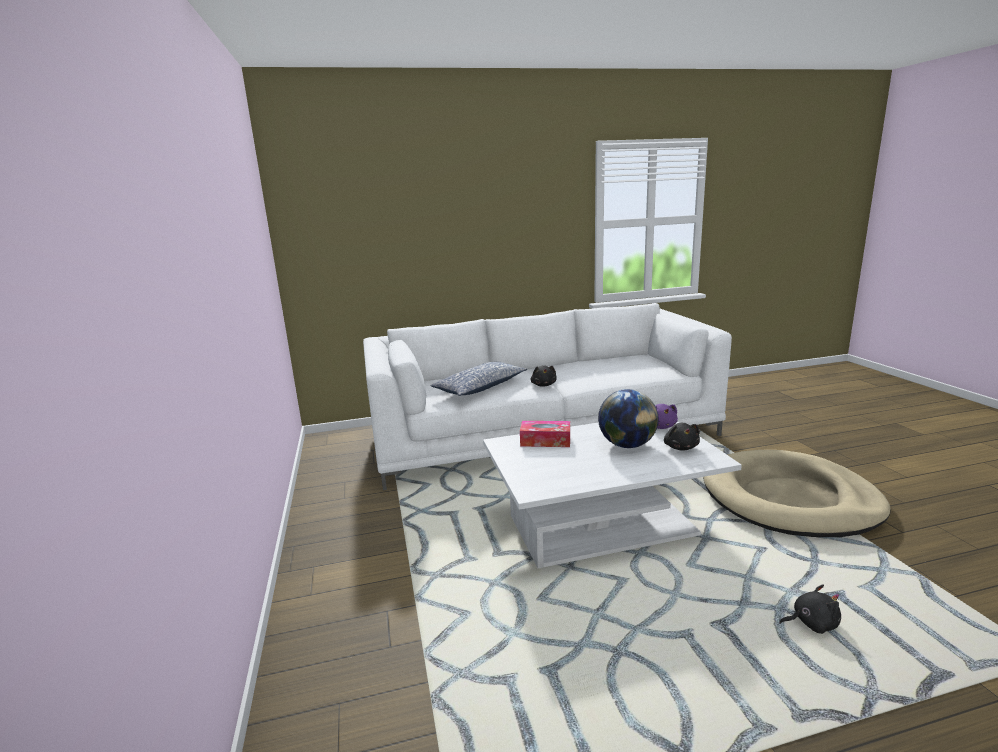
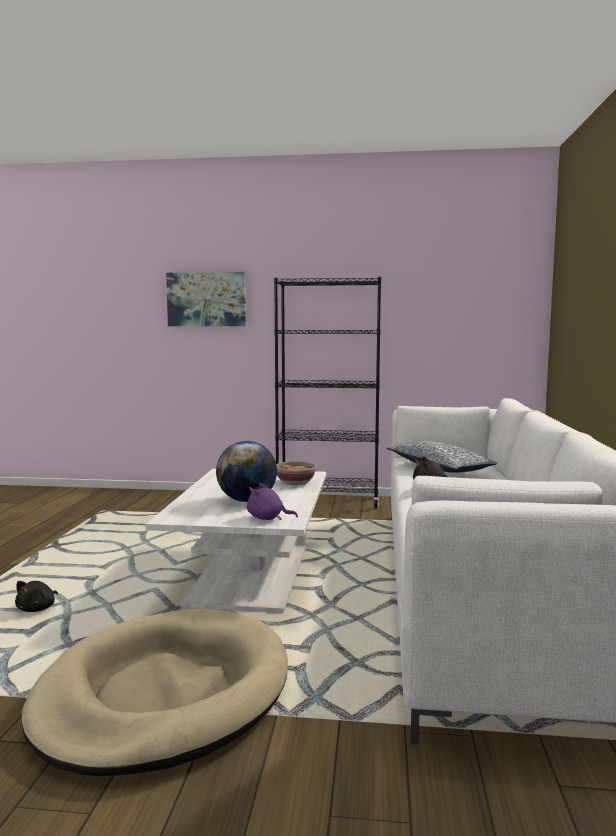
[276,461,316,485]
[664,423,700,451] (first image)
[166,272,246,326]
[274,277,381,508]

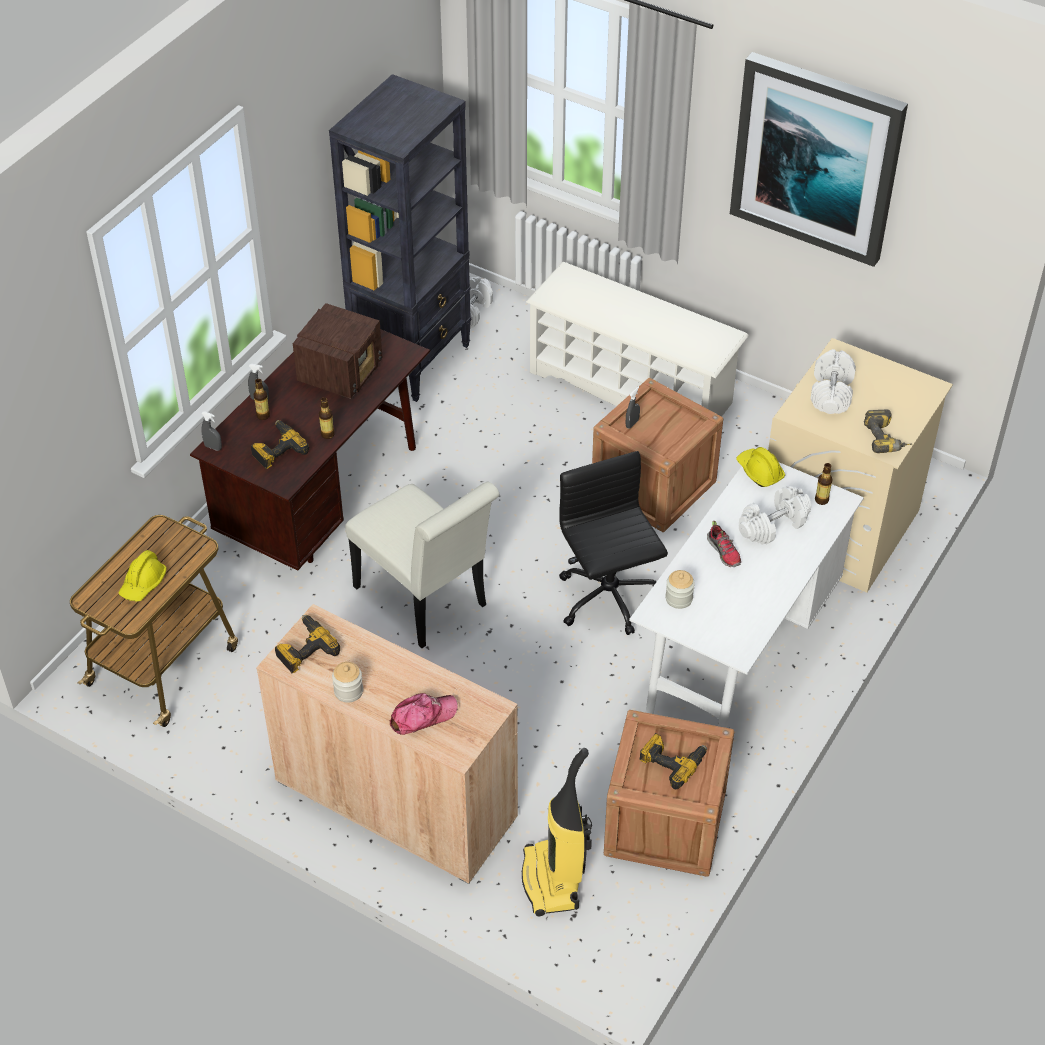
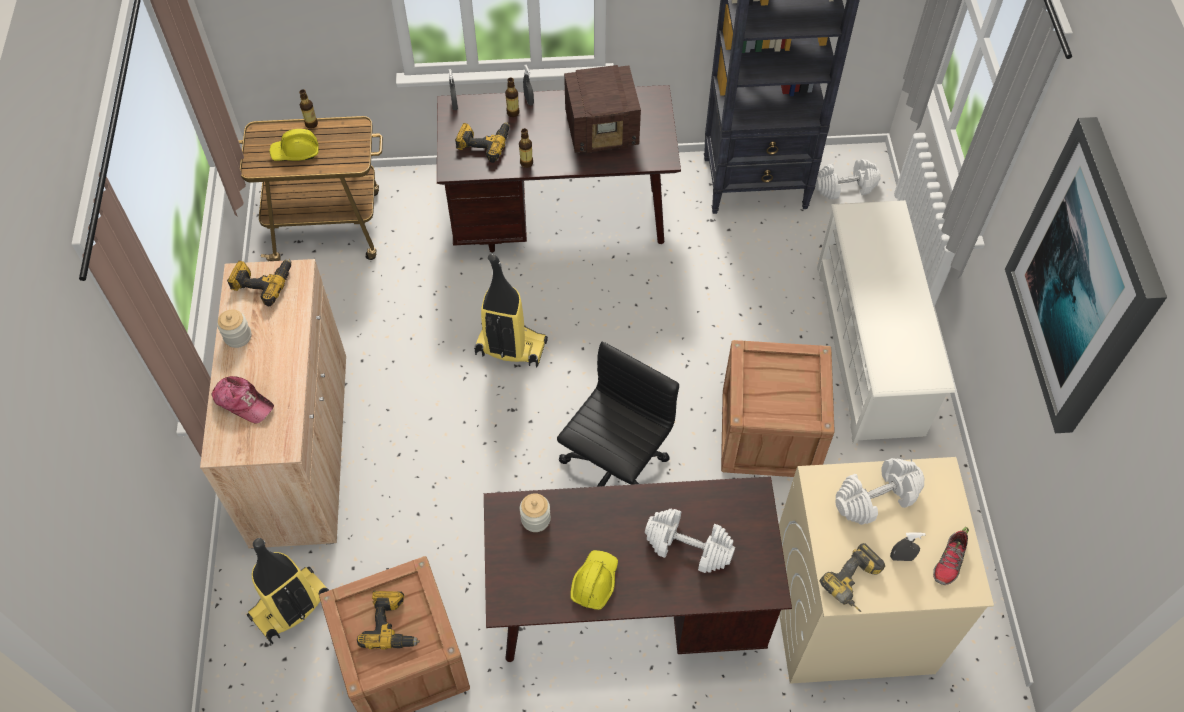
[890,532,926,561]
[570,550,618,610]
[484,476,792,662]
[299,89,318,129]
[474,254,548,367]
[933,527,969,585]

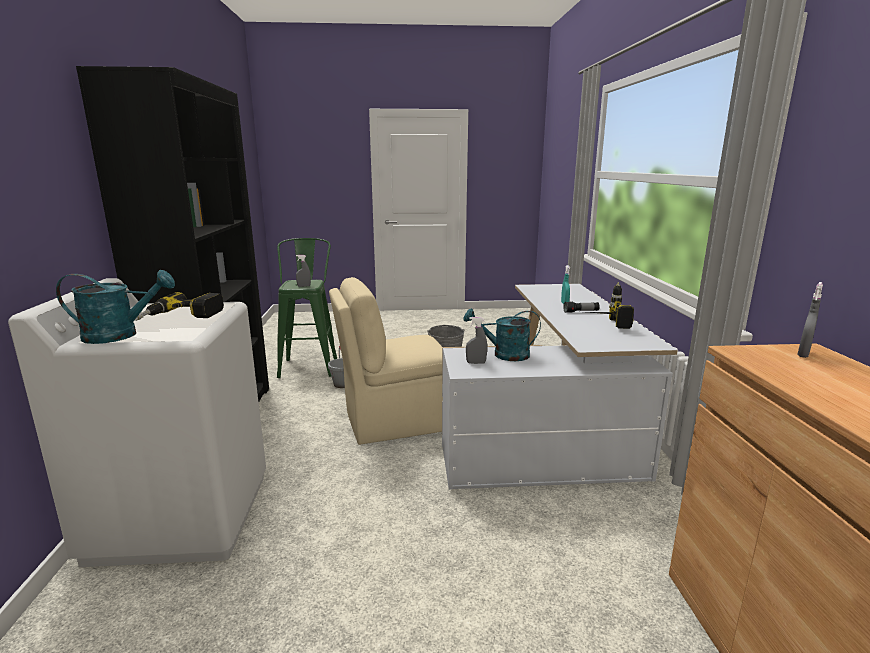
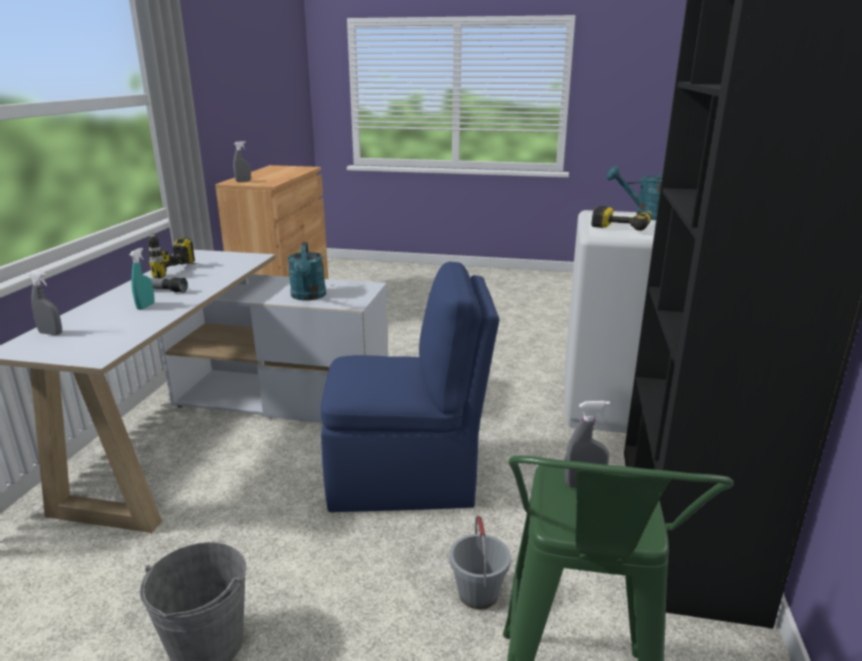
[321,262,500,513]
[287,242,326,301]
[28,271,62,335]

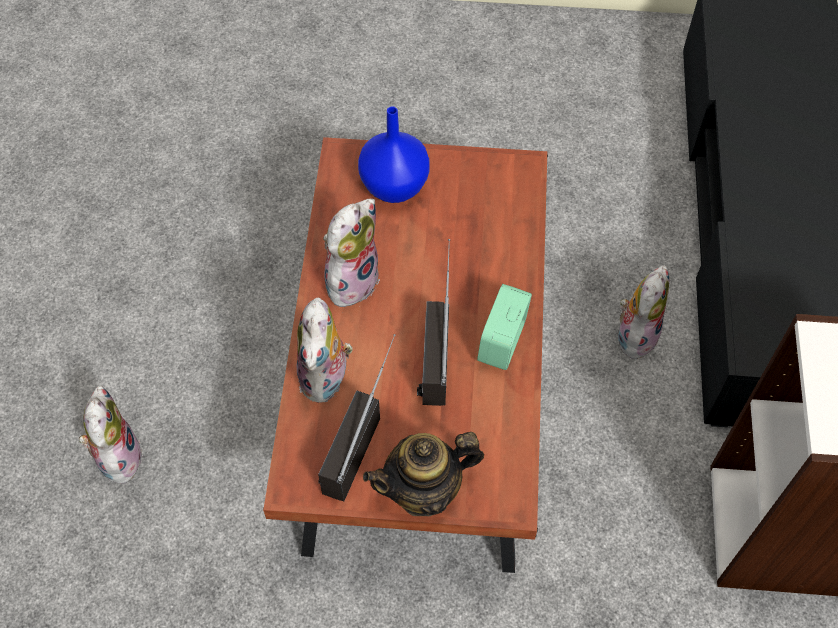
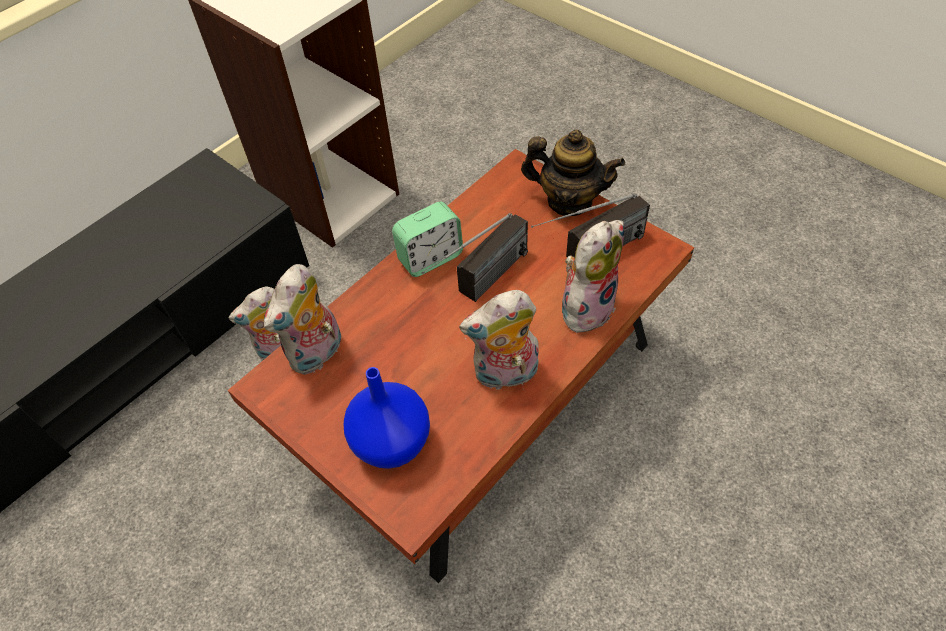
[264,264,341,375]

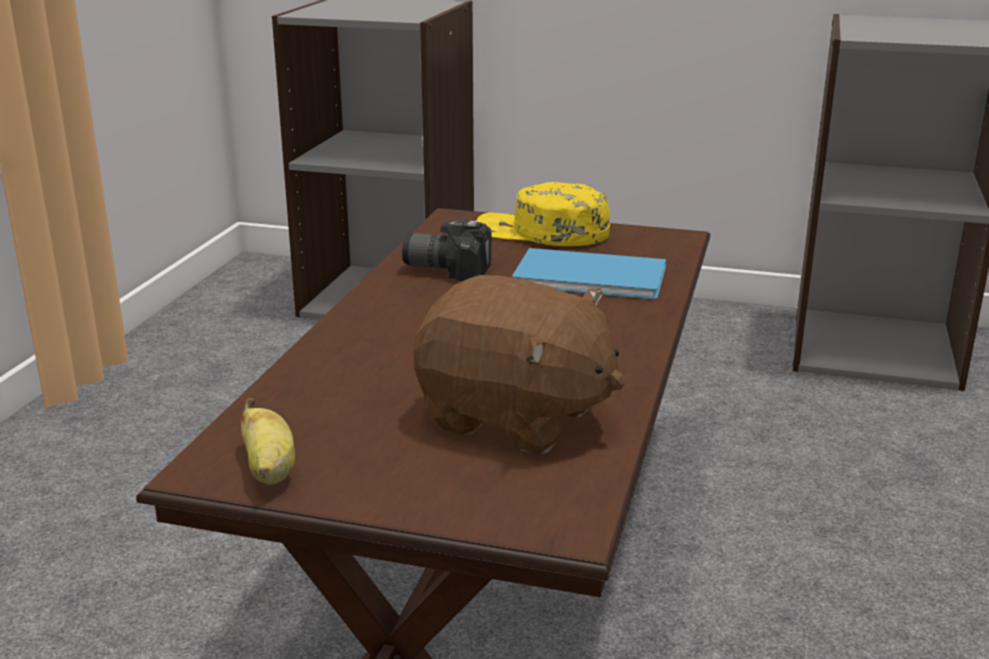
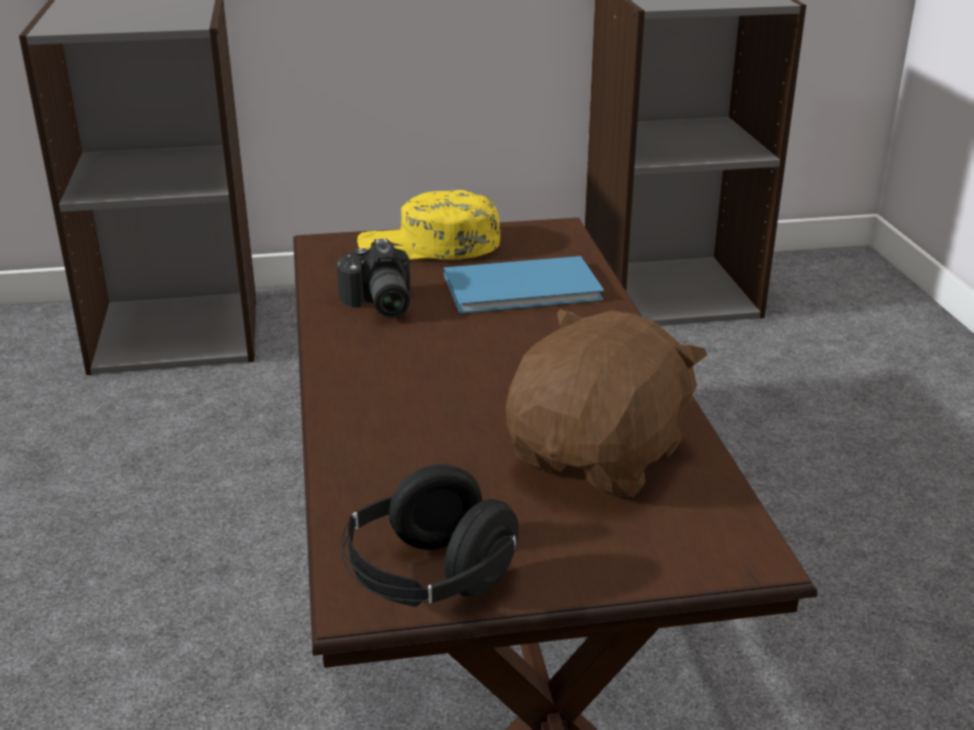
[337,239,411,318]
[506,309,707,497]
[341,464,519,607]

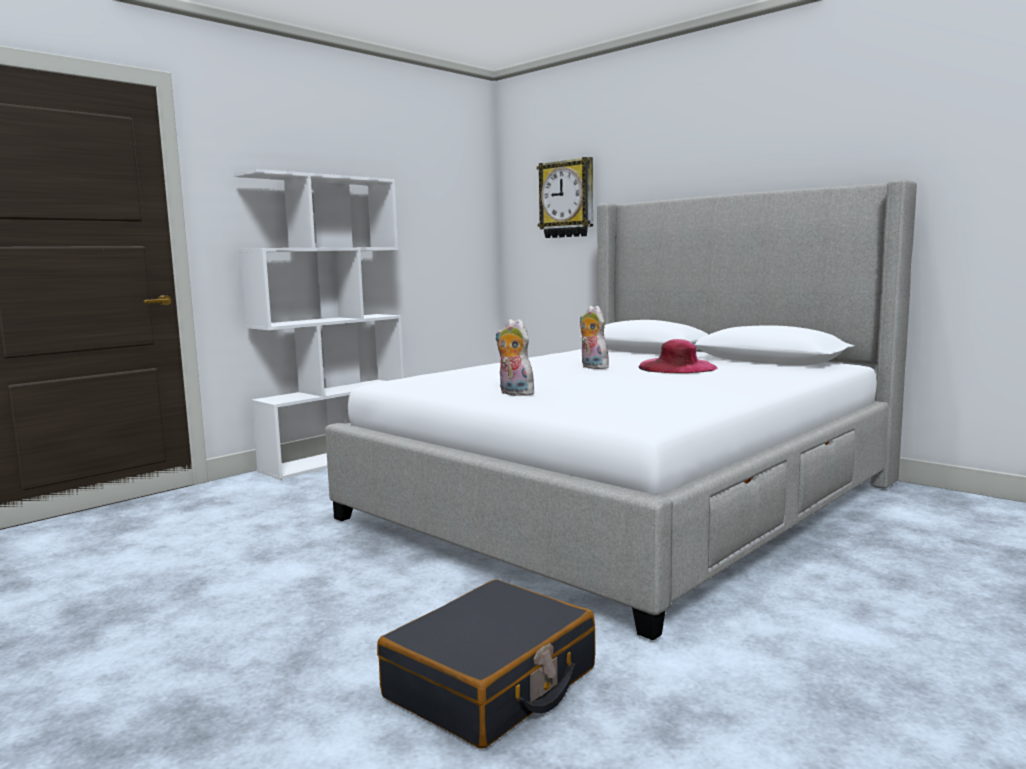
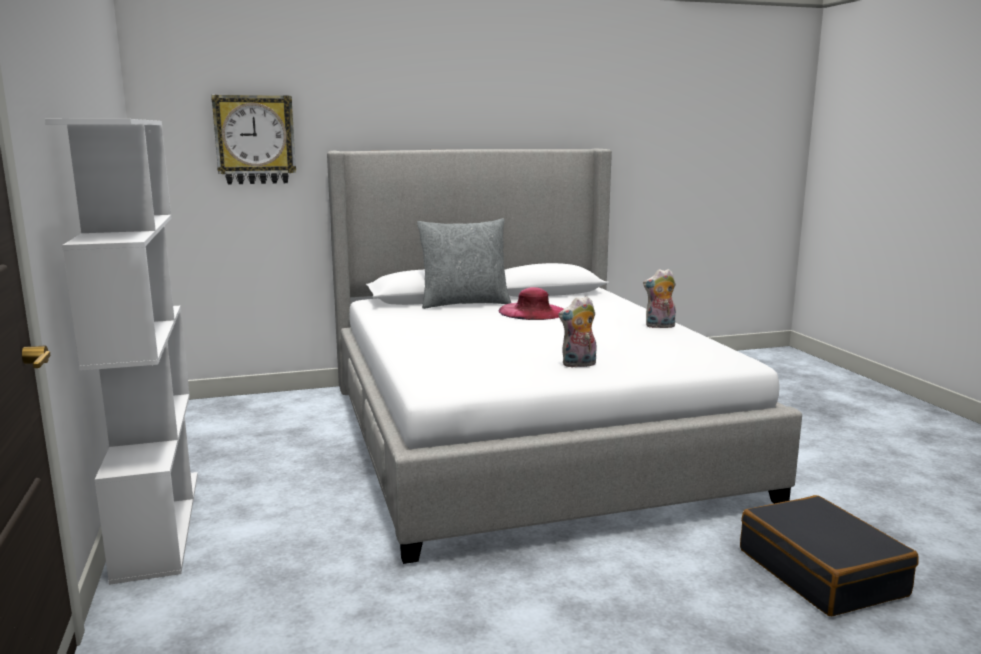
[643,269,676,328]
[417,218,511,309]

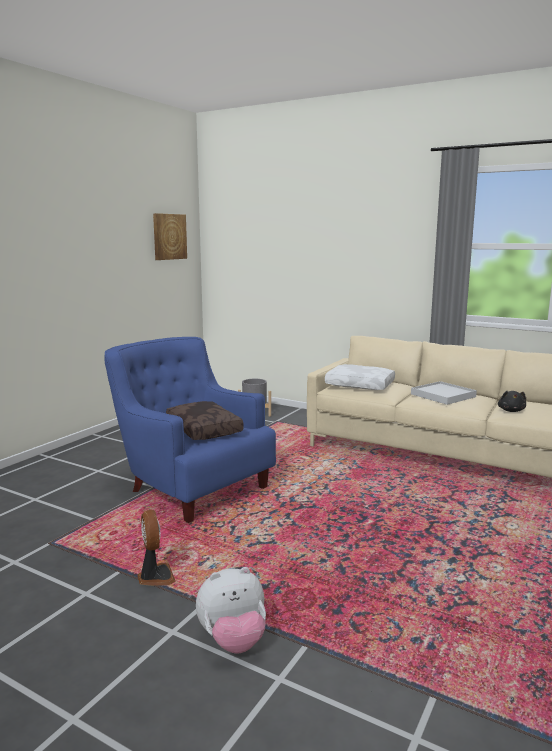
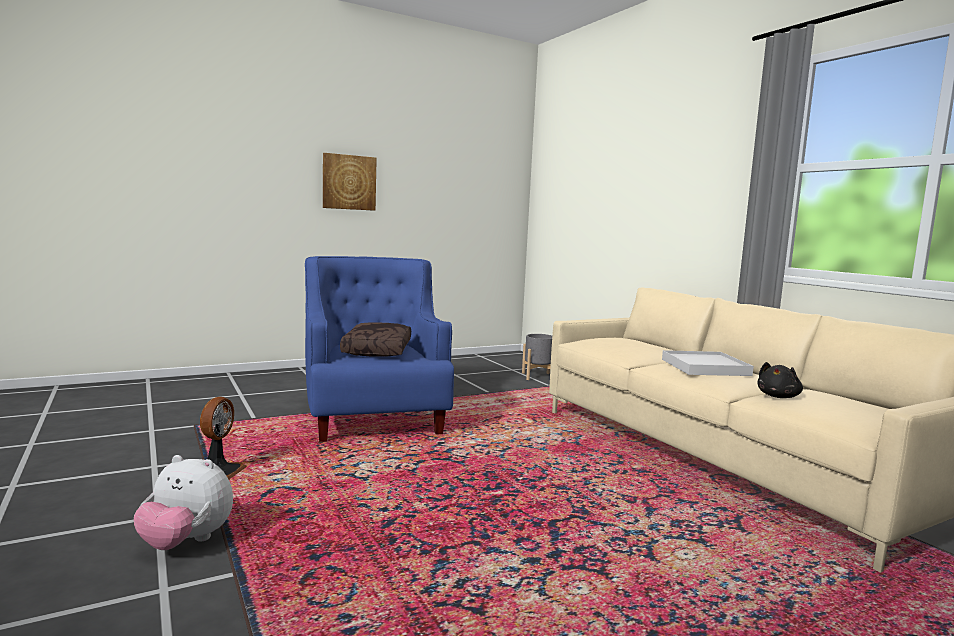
[323,153,377,211]
[325,364,395,390] (first image)

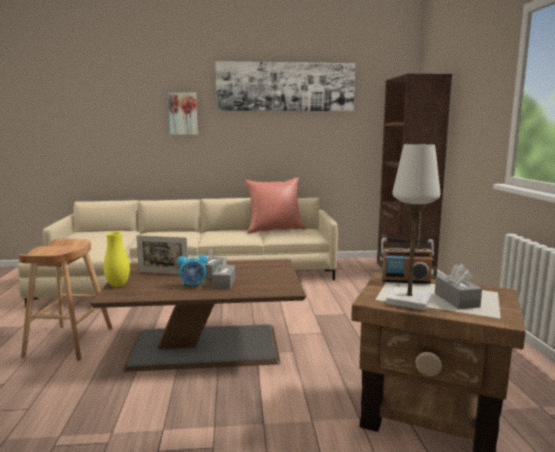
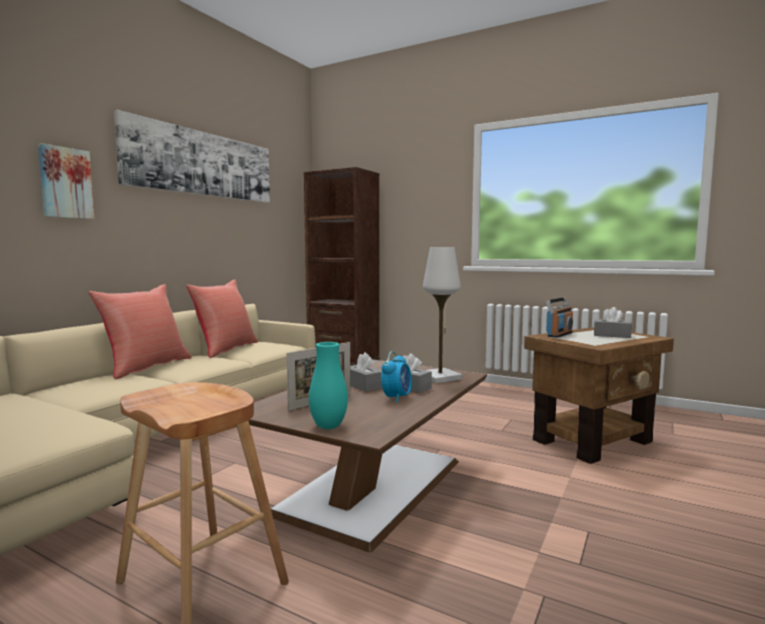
[423,247,462,383]
[309,342,348,429]
[89,284,192,379]

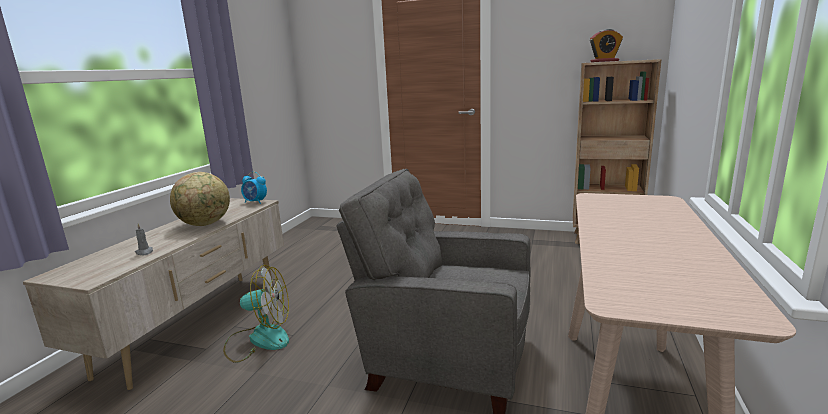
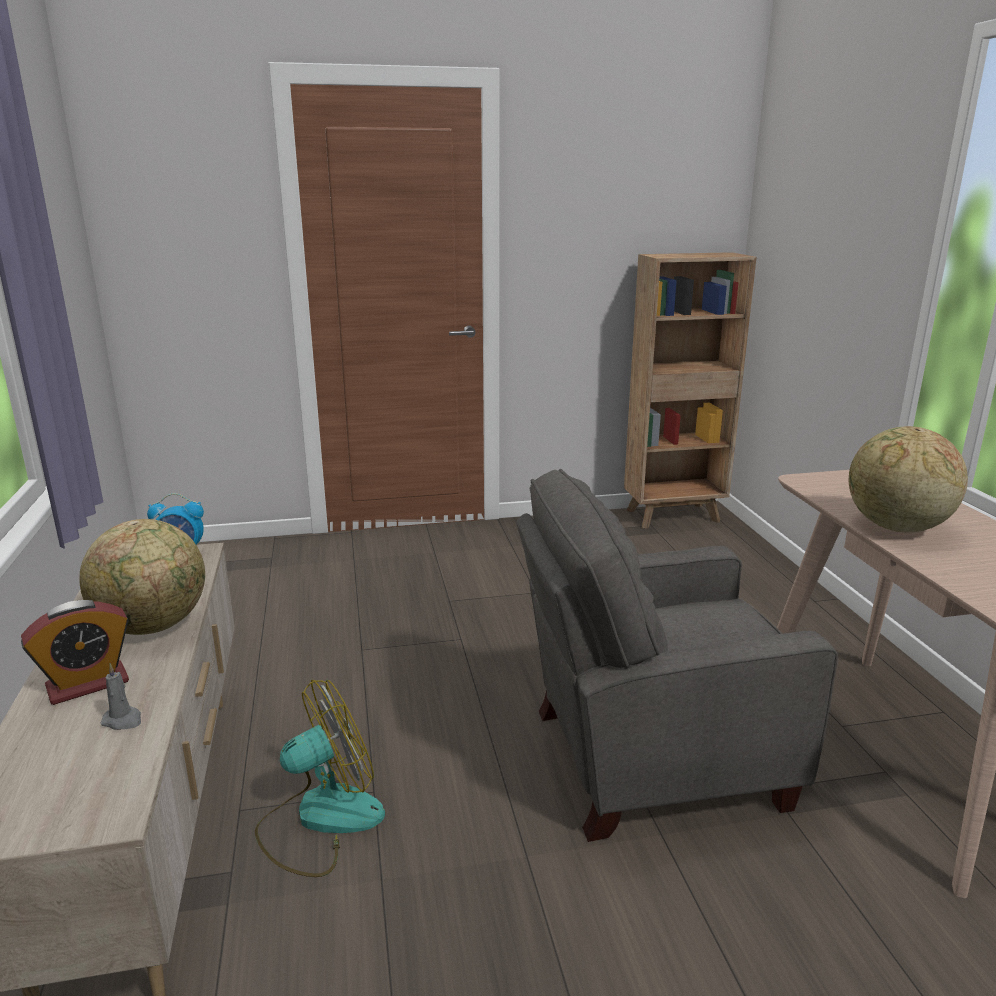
[21,600,129,705]
[849,426,968,532]

